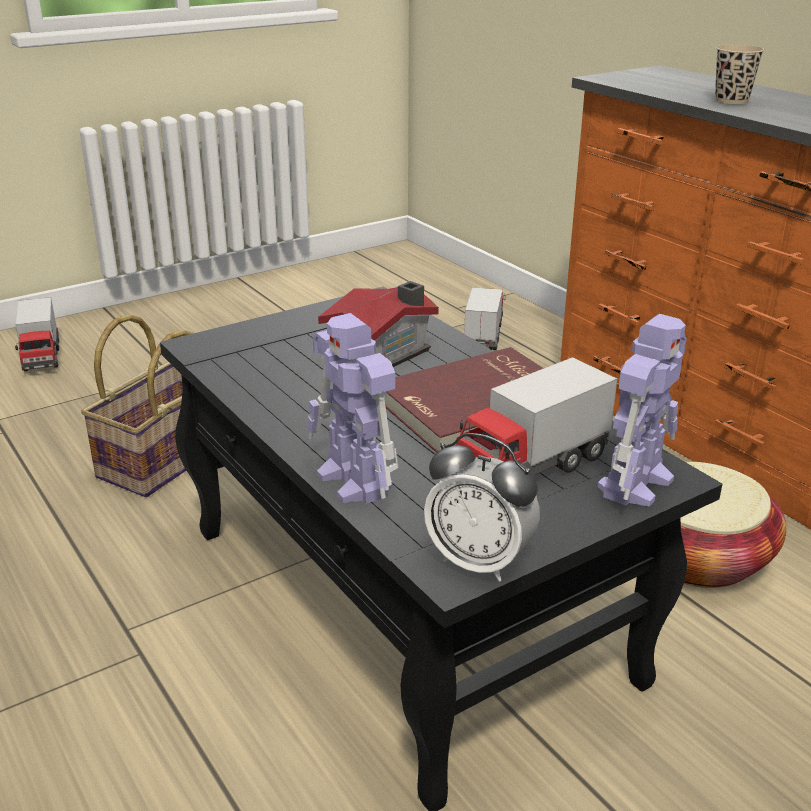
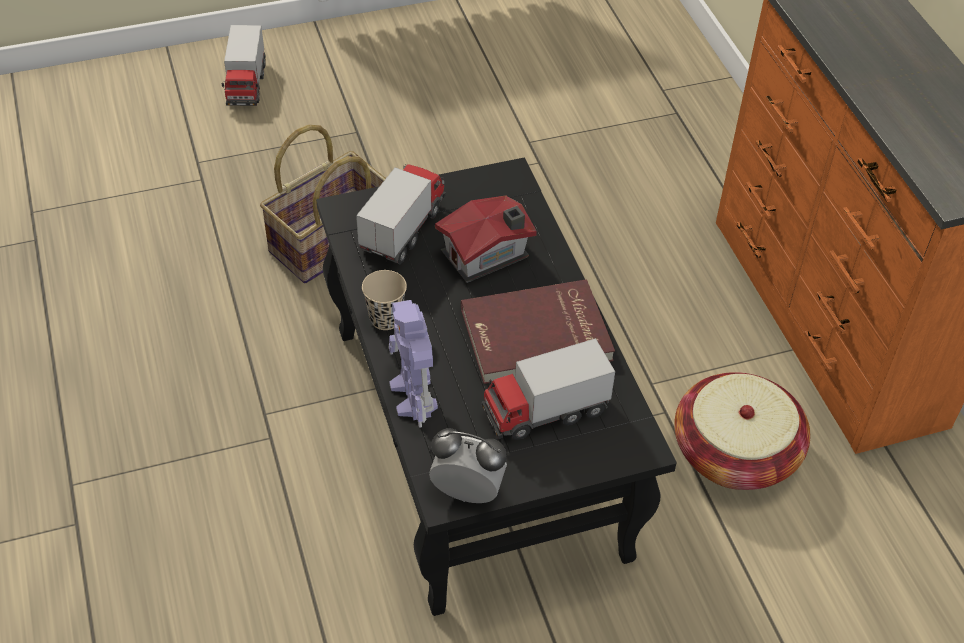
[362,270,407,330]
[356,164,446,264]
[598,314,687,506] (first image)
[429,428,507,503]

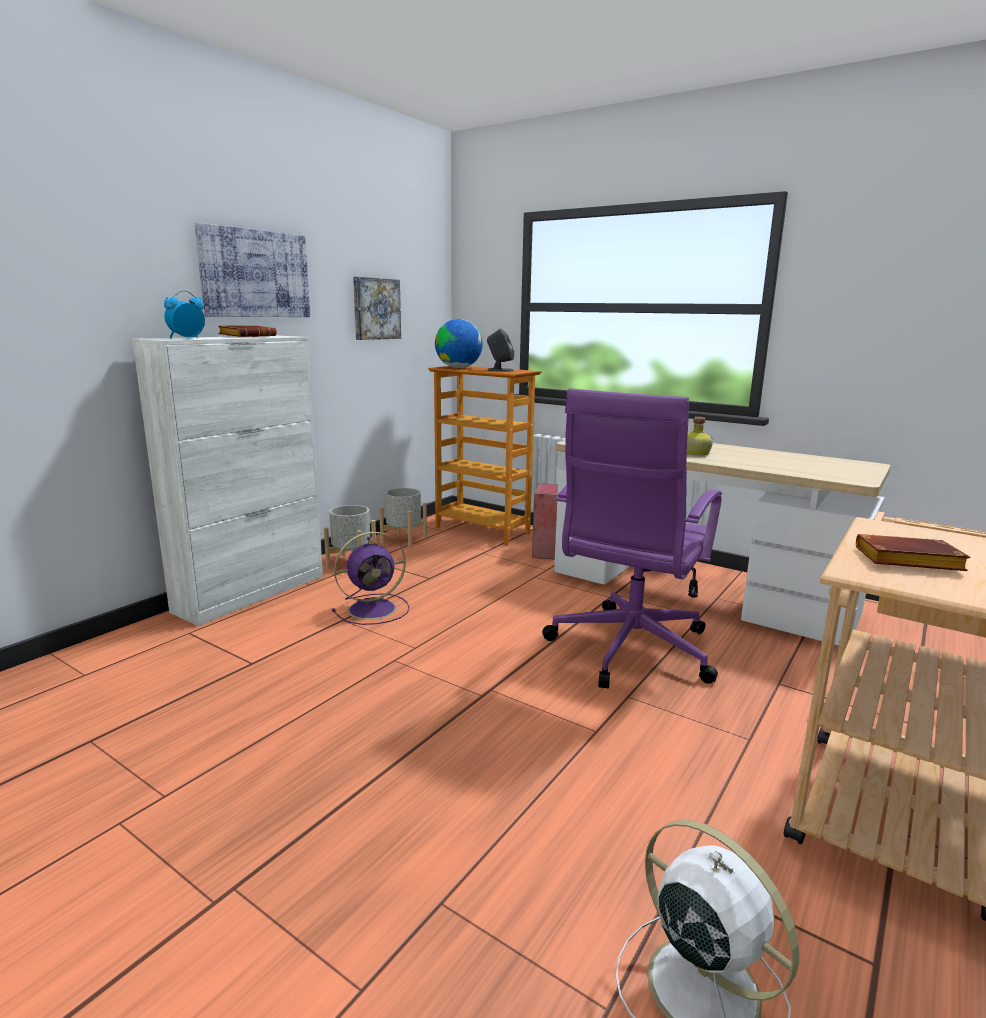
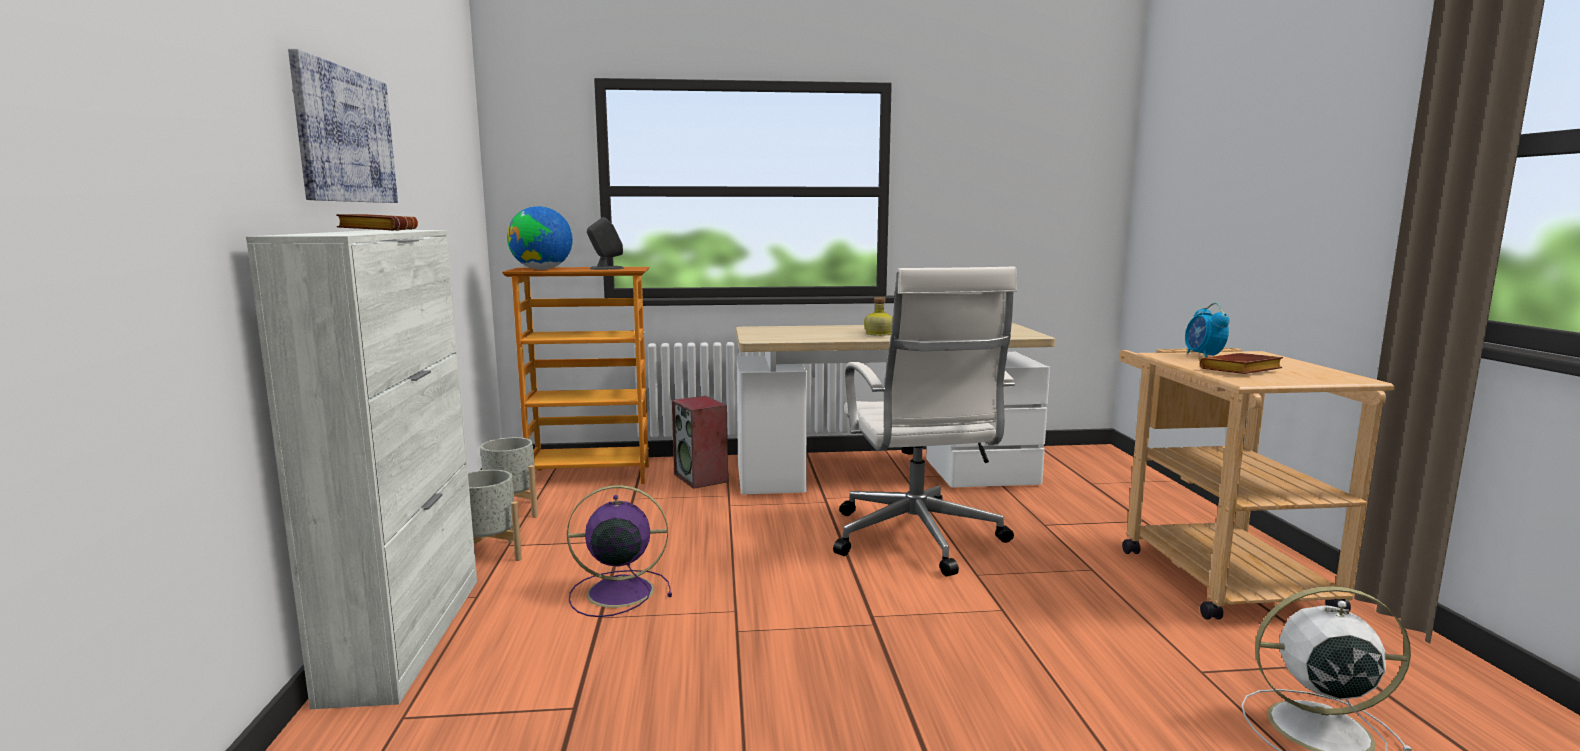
[353,277,401,340] (first image)
[1185,303,1230,358]
[833,267,1017,576]
[567,485,672,617]

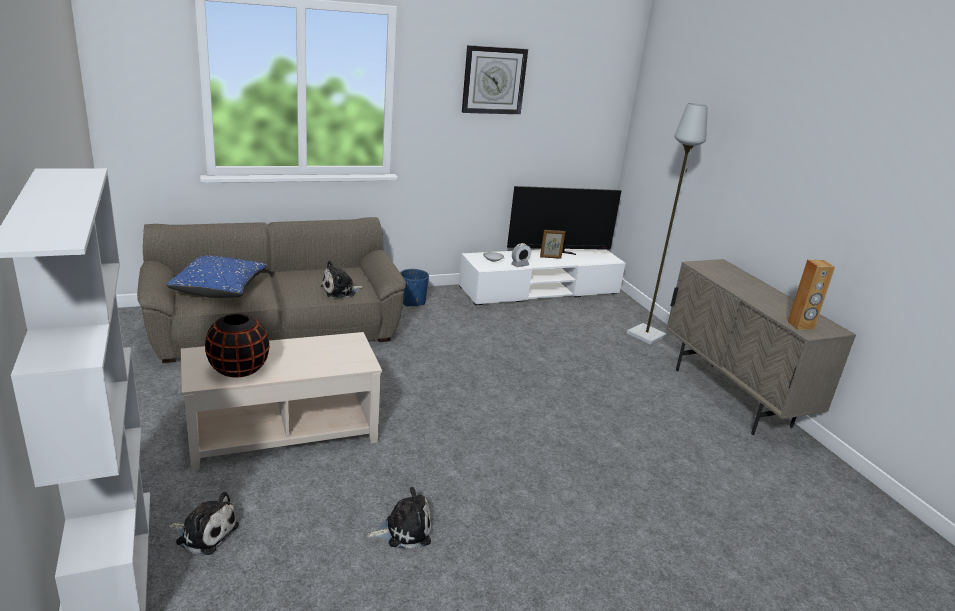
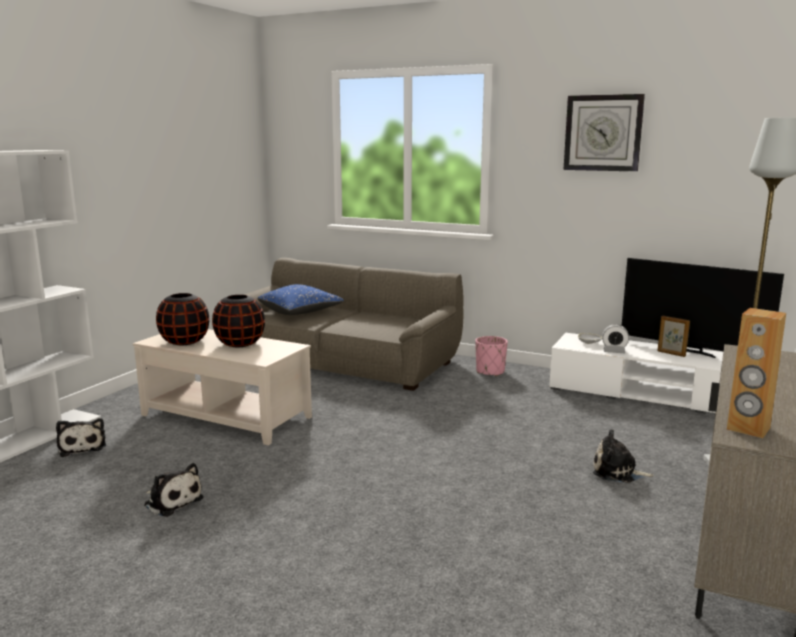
[593,429,654,483]
[475,336,508,376]
[212,295,265,347]

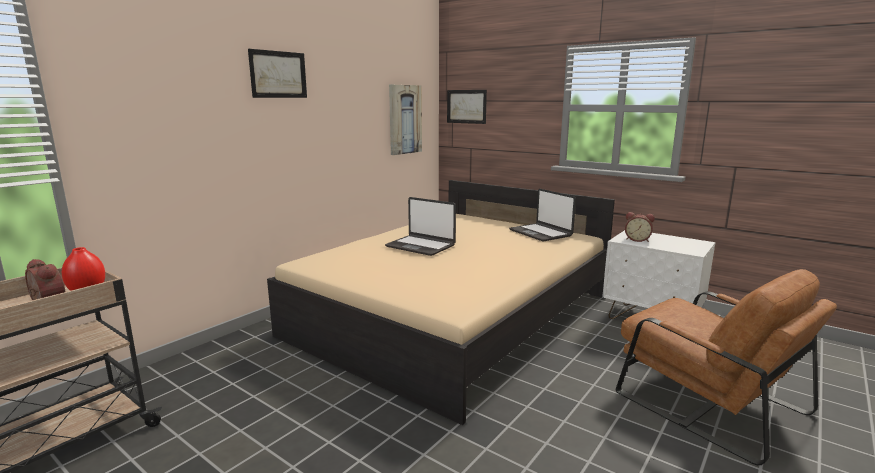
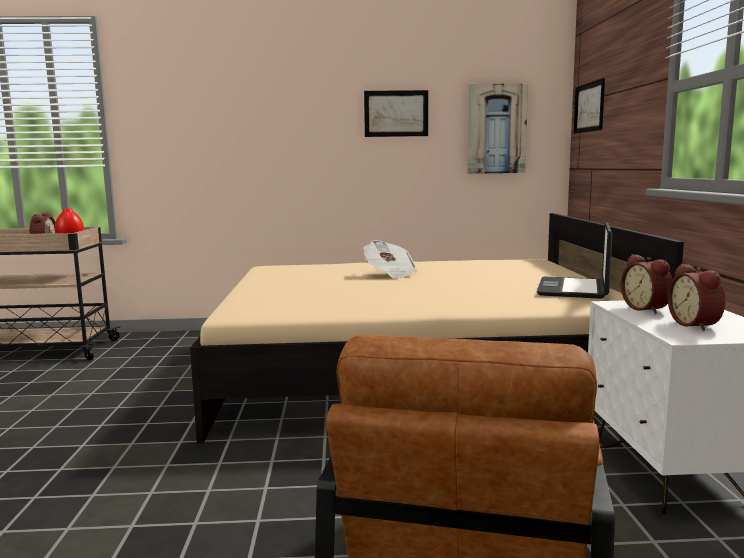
[364,90,428,137]
[363,240,417,279]
[667,264,725,331]

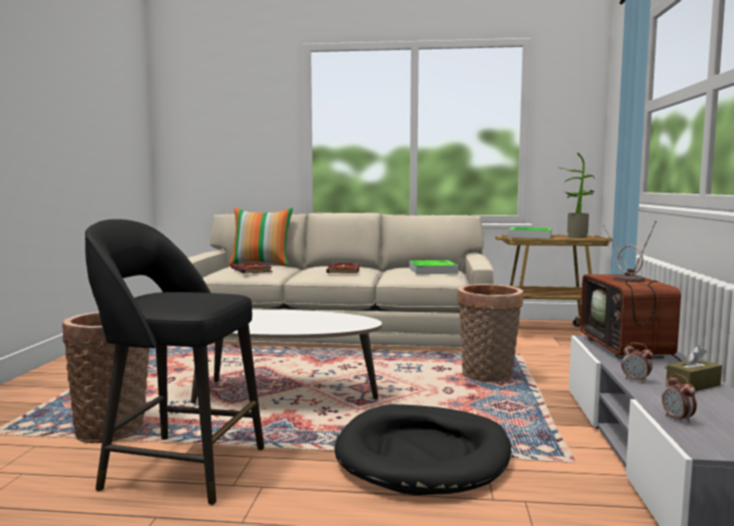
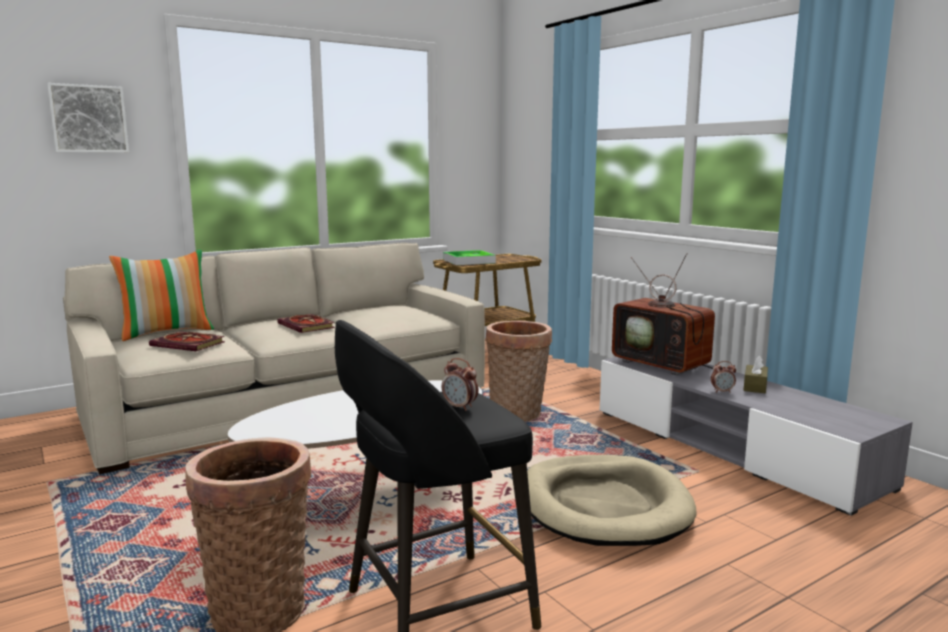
[558,152,595,238] (first image)
[409,260,458,274] (first image)
[442,358,478,411]
[527,455,697,546]
[47,83,129,153]

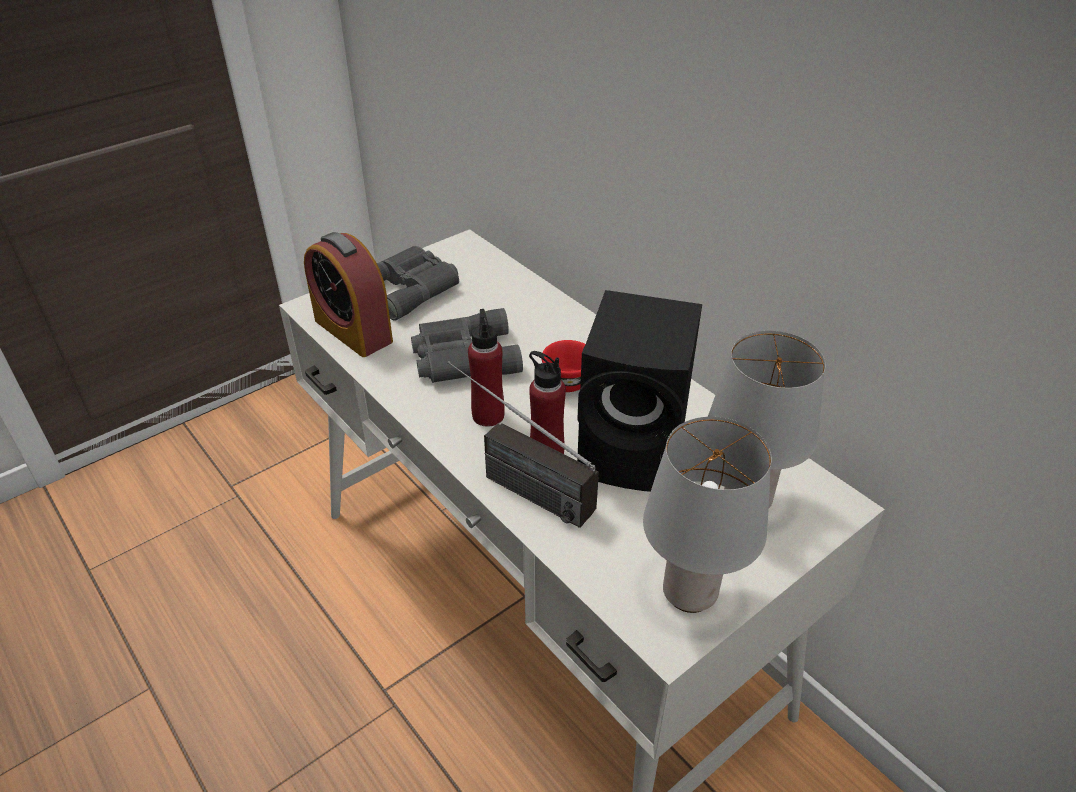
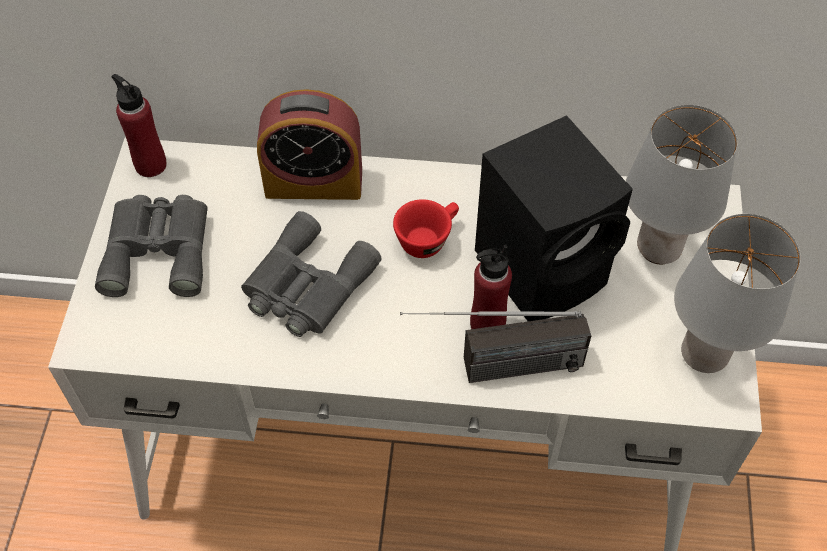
[257,89,362,200]
[111,74,167,177]

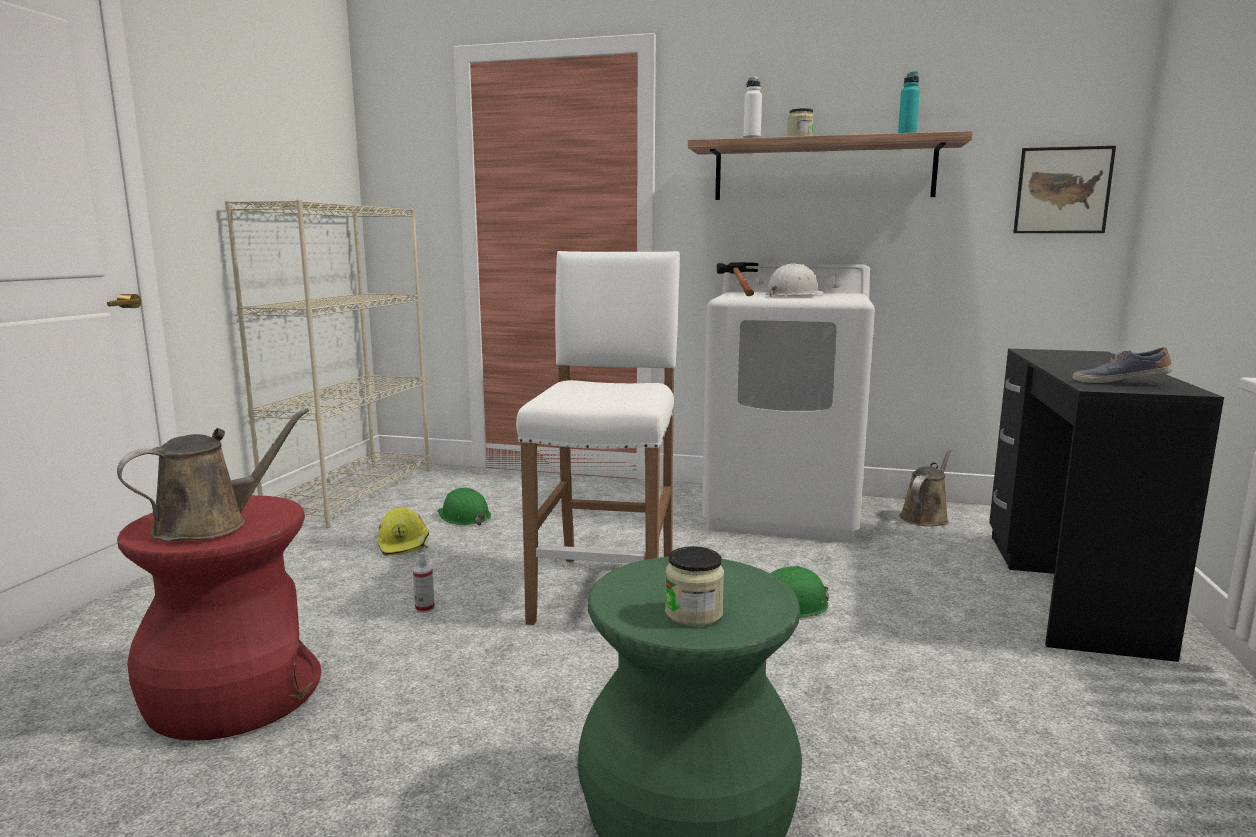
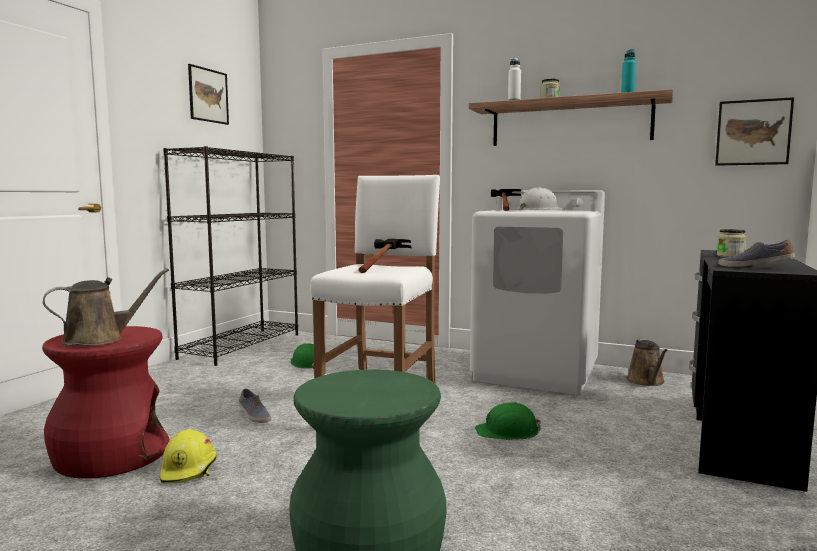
[163,146,298,366]
[627,339,668,386]
[160,429,217,483]
[717,229,746,257]
[238,389,271,423]
[188,64,229,125]
[359,239,411,273]

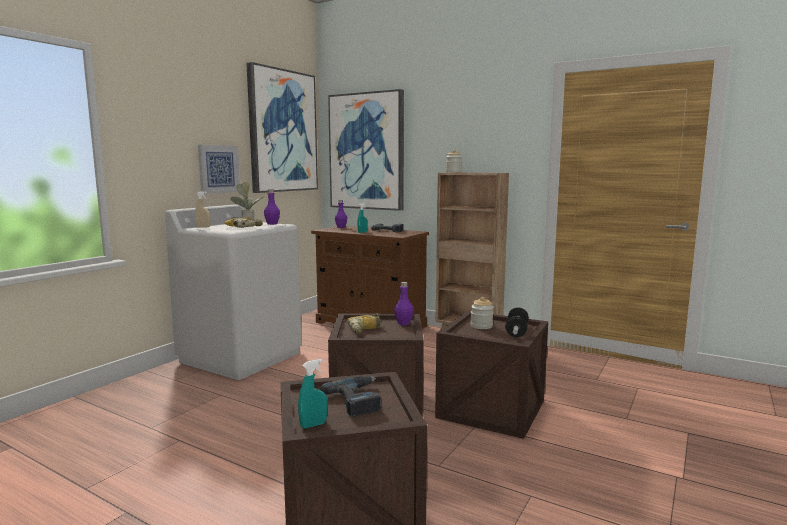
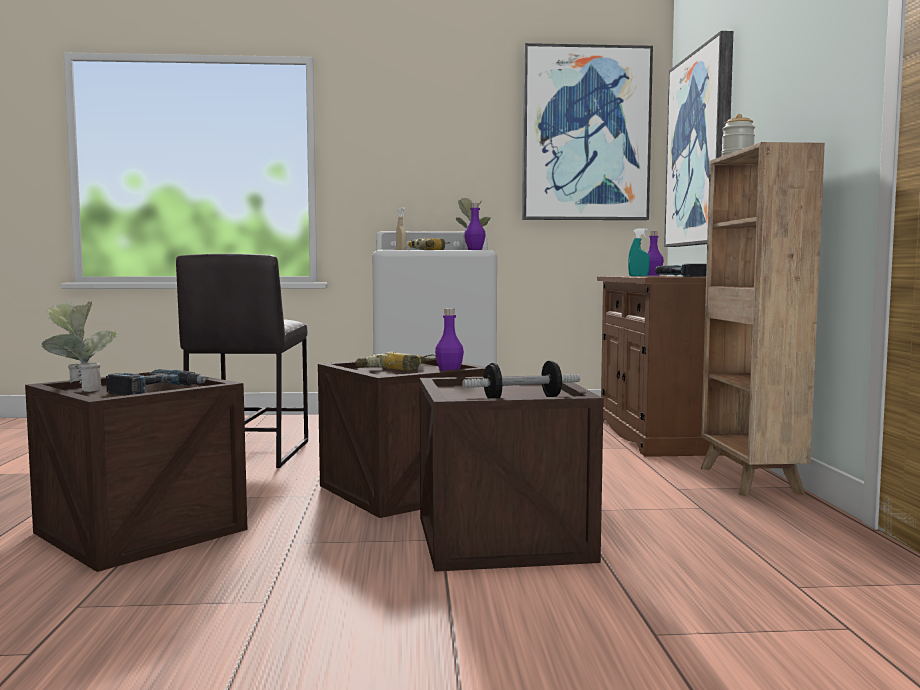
[198,145,240,194] (first image)
[470,297,494,329] (first image)
[42,301,118,392]
[176,254,308,468]

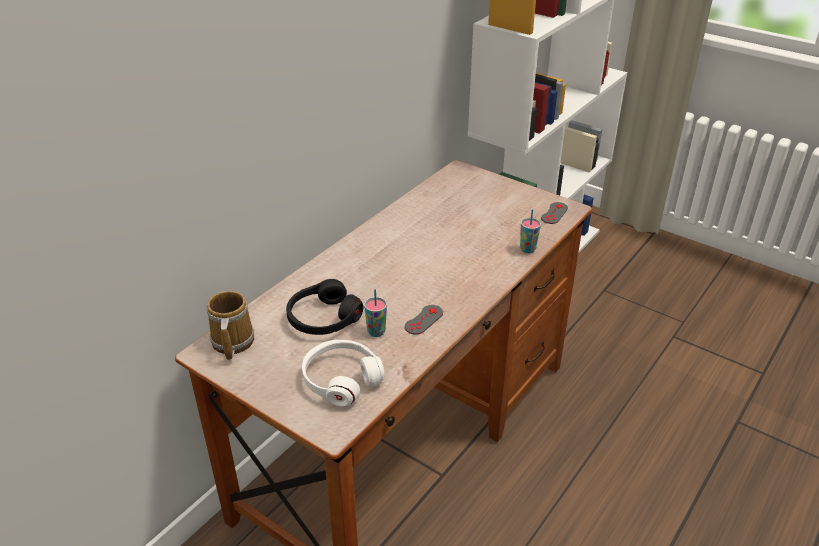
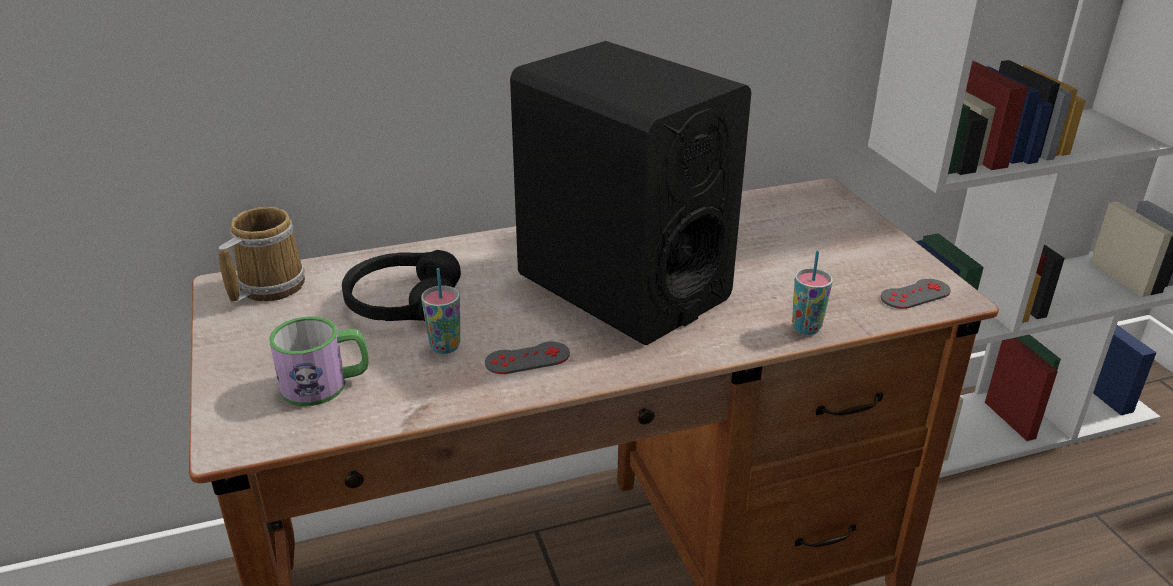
[269,316,369,406]
[510,41,751,345]

